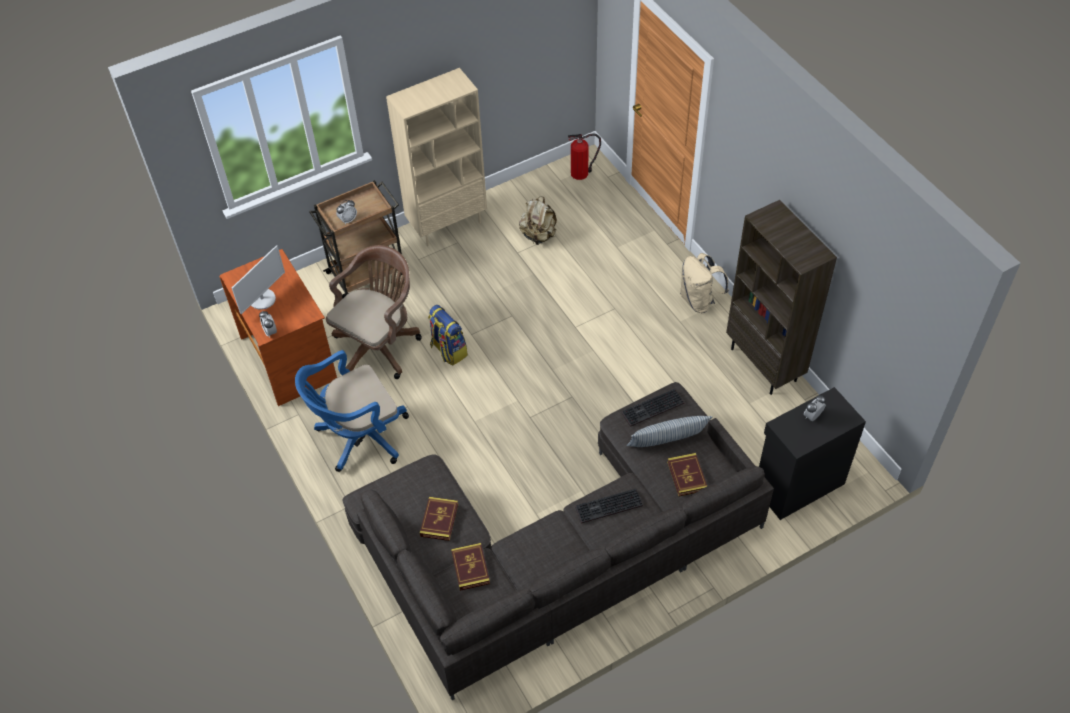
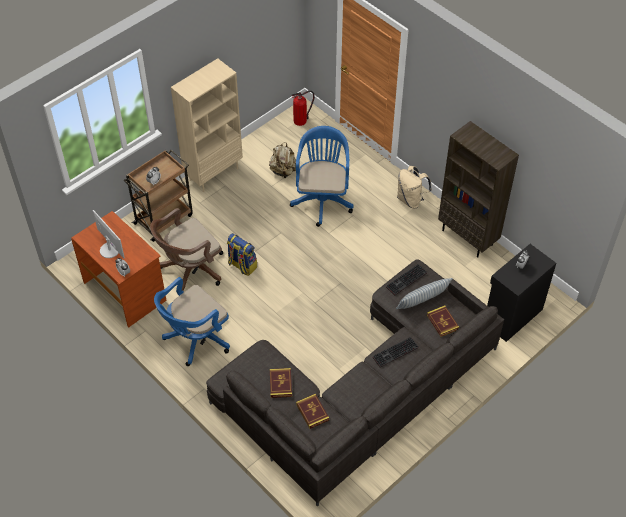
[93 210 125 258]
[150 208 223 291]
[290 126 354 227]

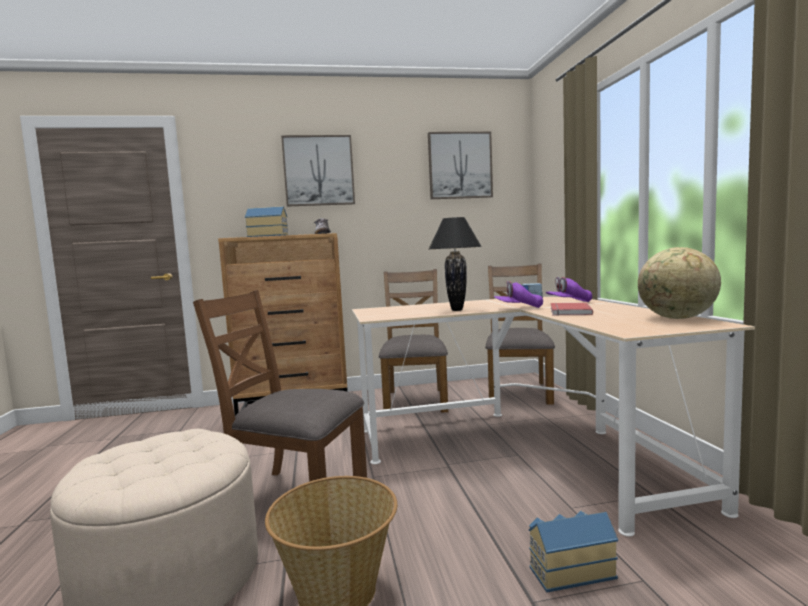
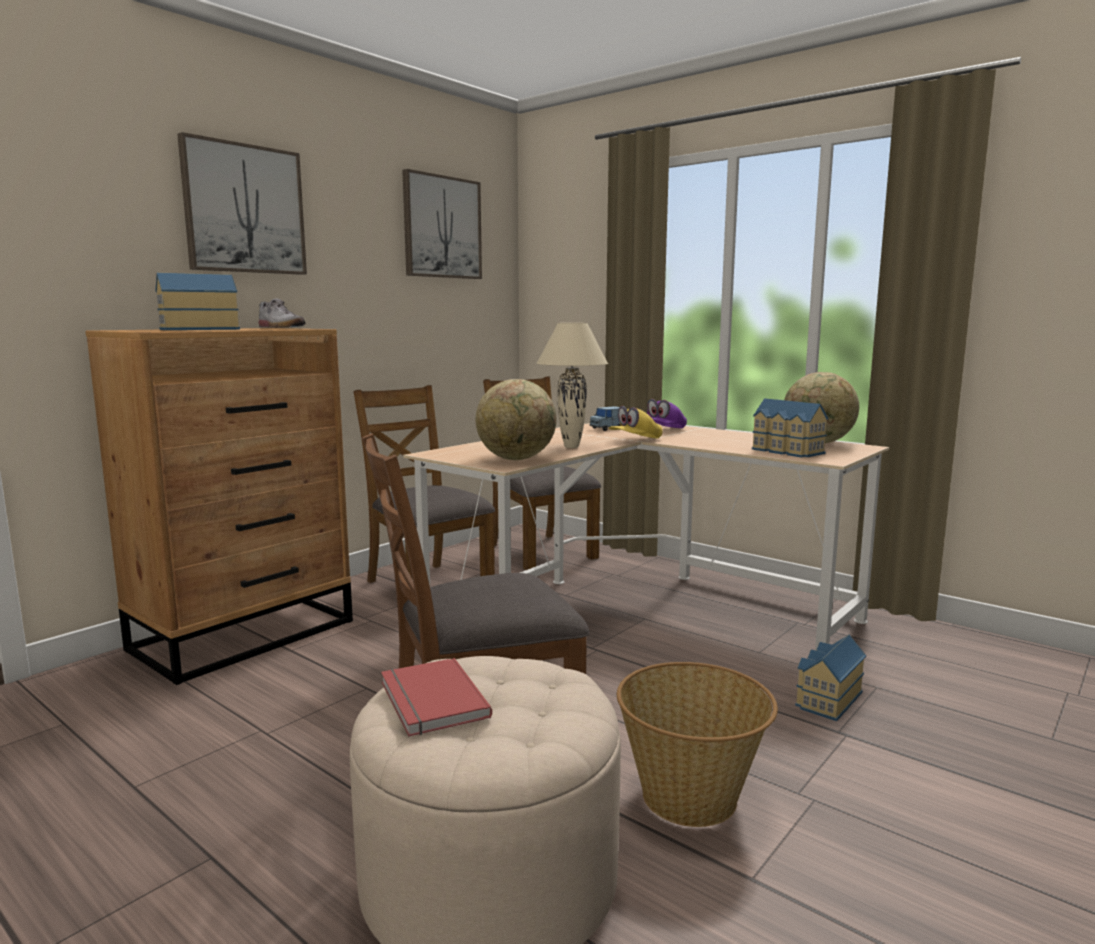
[537 323 608 448]
[609 406 663 439]
[381 658 492 736]
[476 379 556 460]
[752 398 828 458]

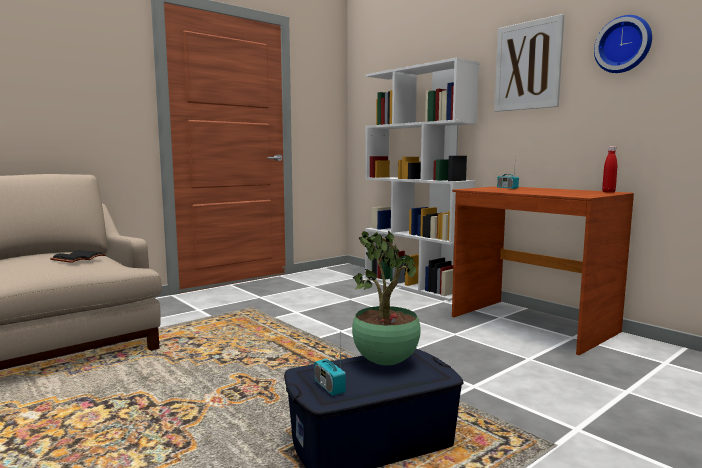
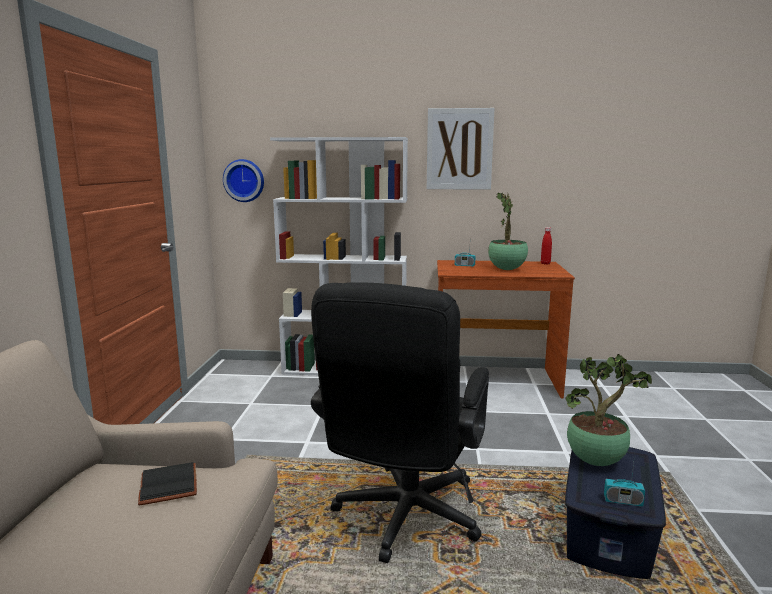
[223 159 264 202]
[488 192 528 270]
[311 282 489 563]

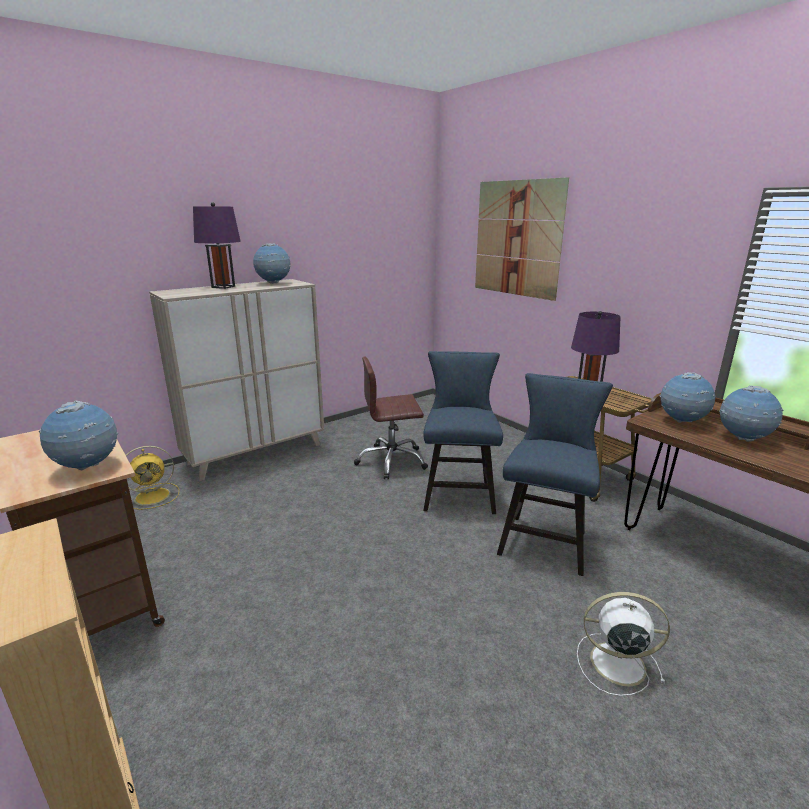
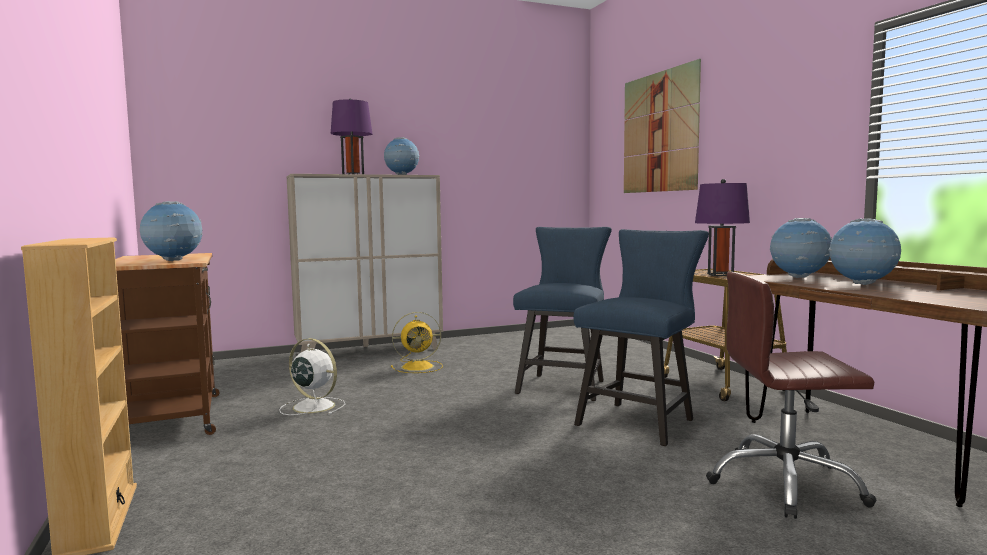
[706 272 876 519]
[391 312 443 373]
[279 338 345 415]

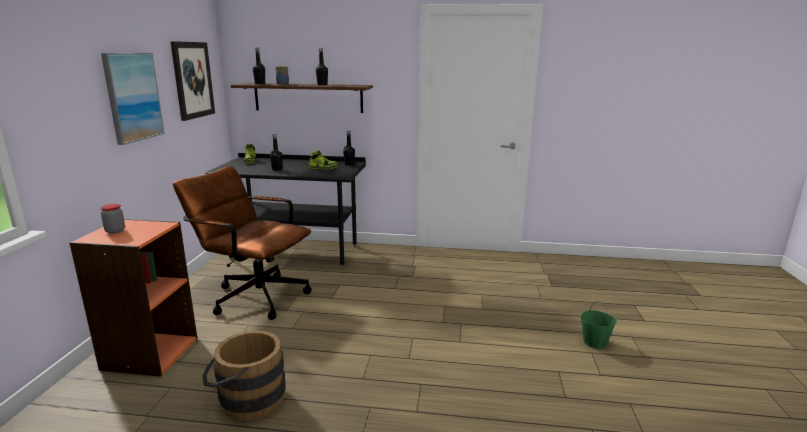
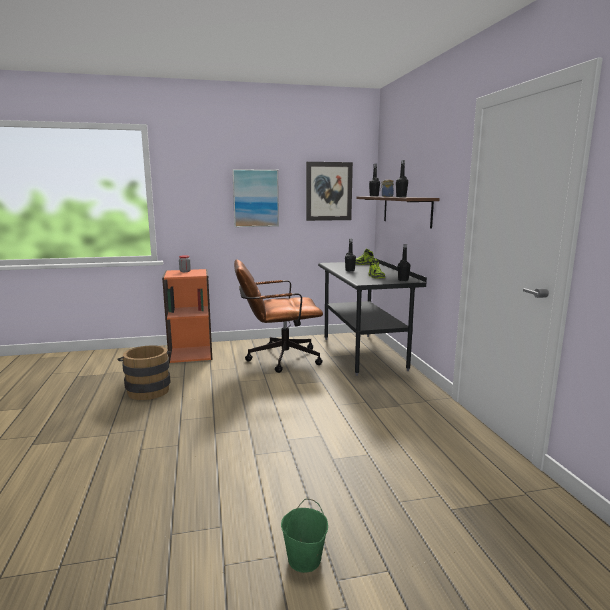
[234 259 323 373]

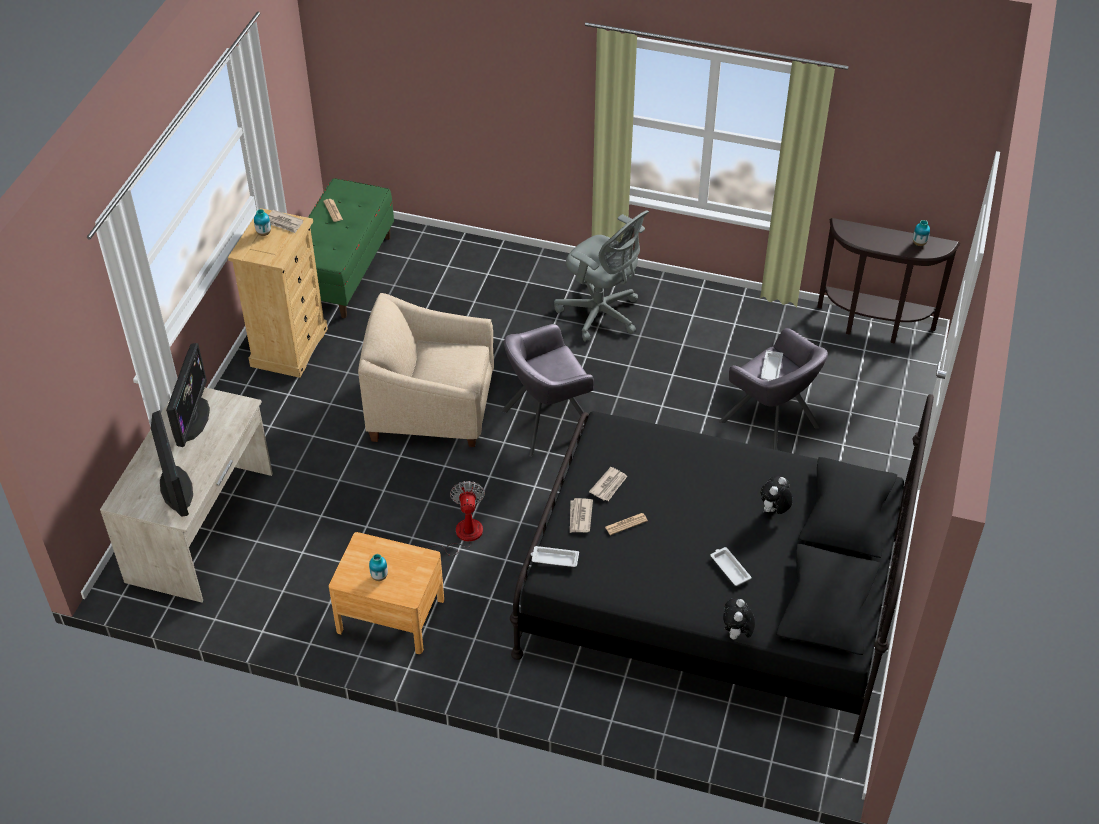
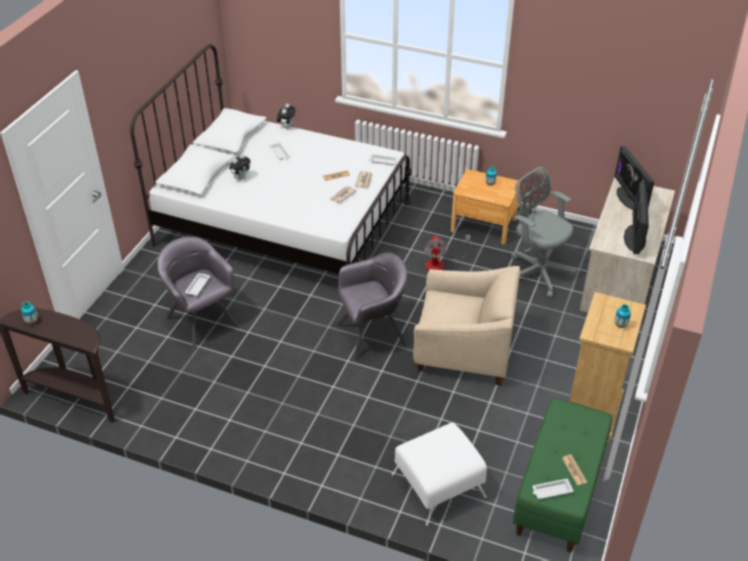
[268 210 303 233] (first image)
[511 167 576 298]
[130 44 412 274]
[392 423 487 526]
[532 478 574 499]

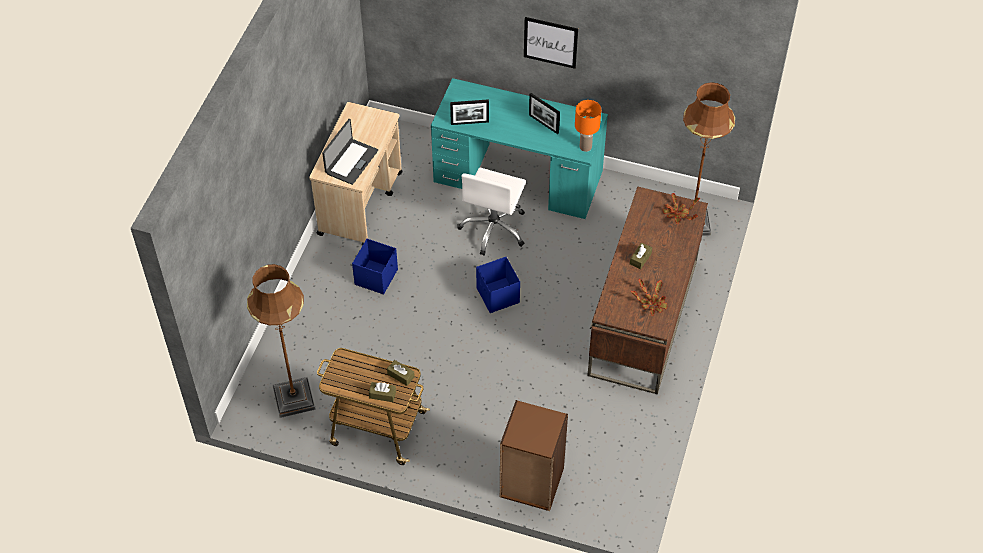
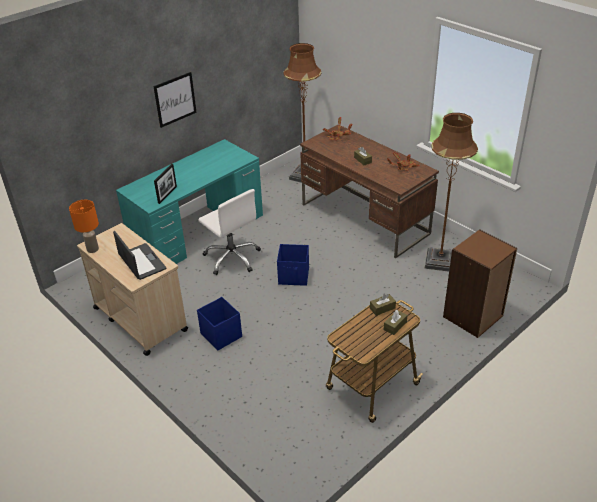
[529 93 560 134] (first image)
[69 200 99 253]
[425 113 478 272]

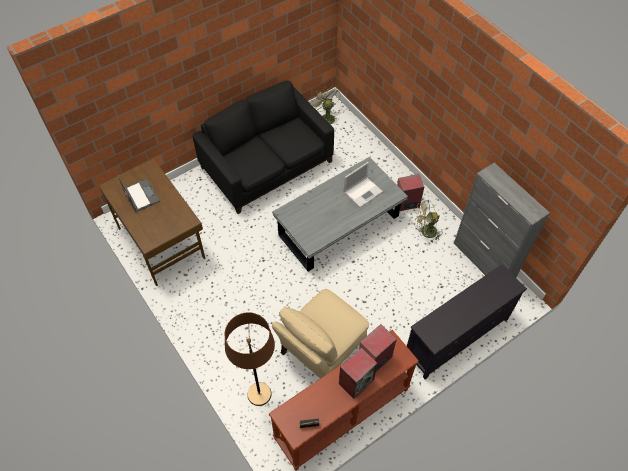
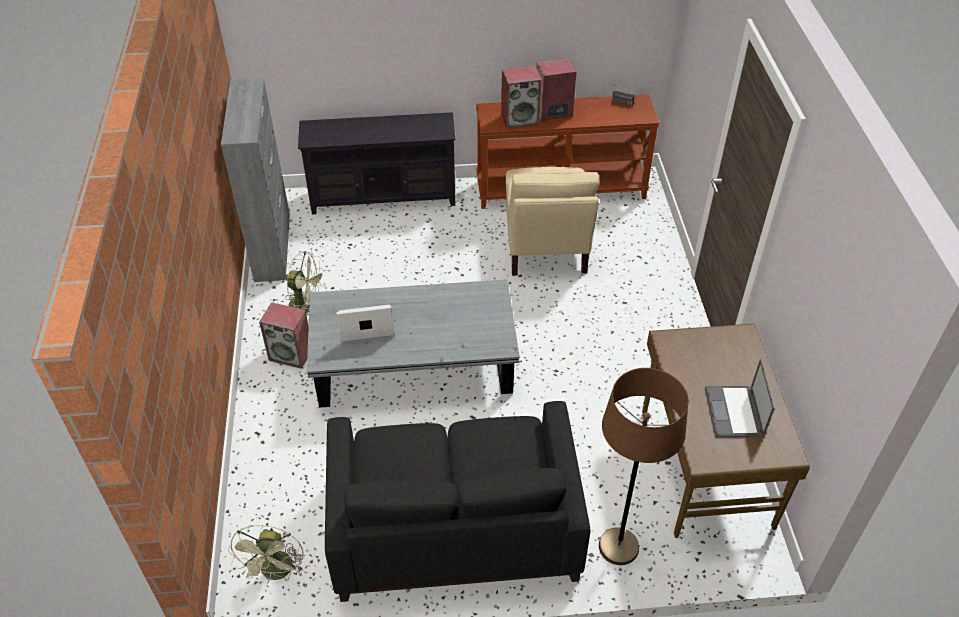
[506 167 599 276]
[599 368 689 565]

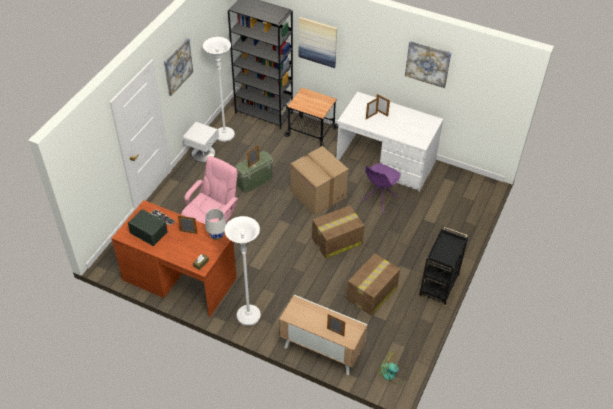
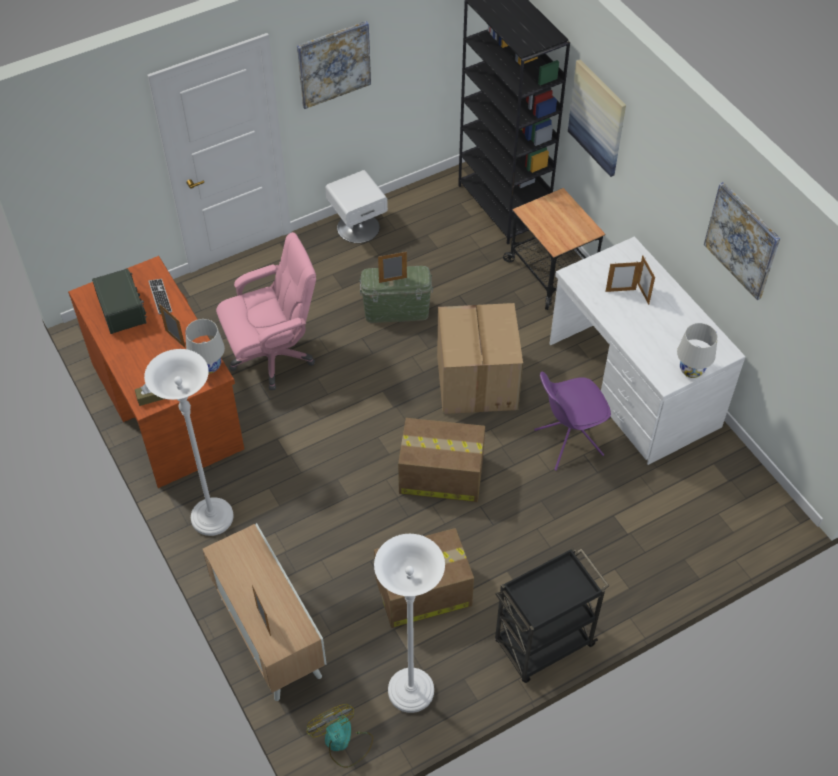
[374 534 445 713]
[677 323 718 378]

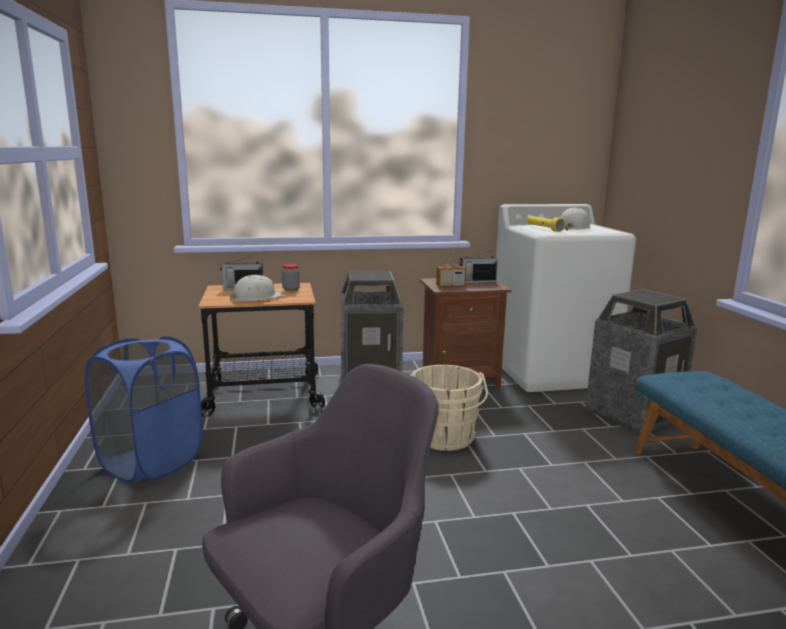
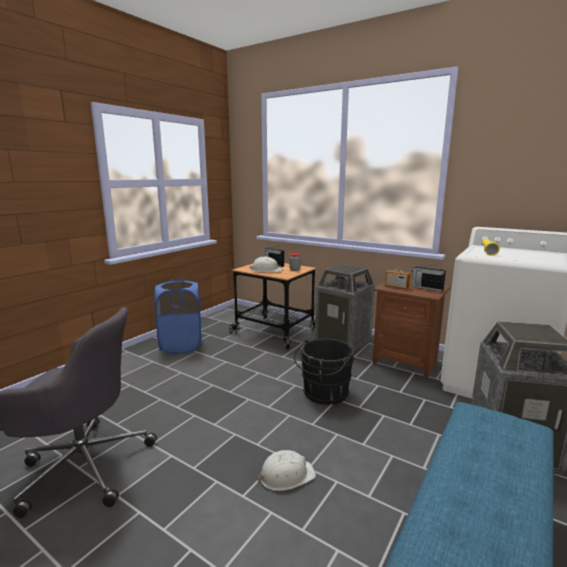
[257 450 316 491]
[294 338 355 405]

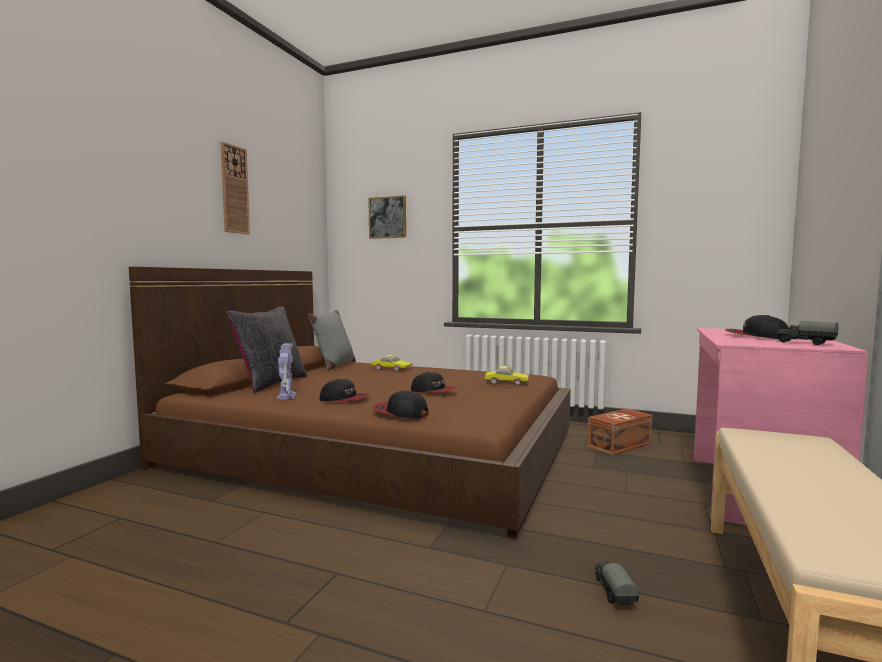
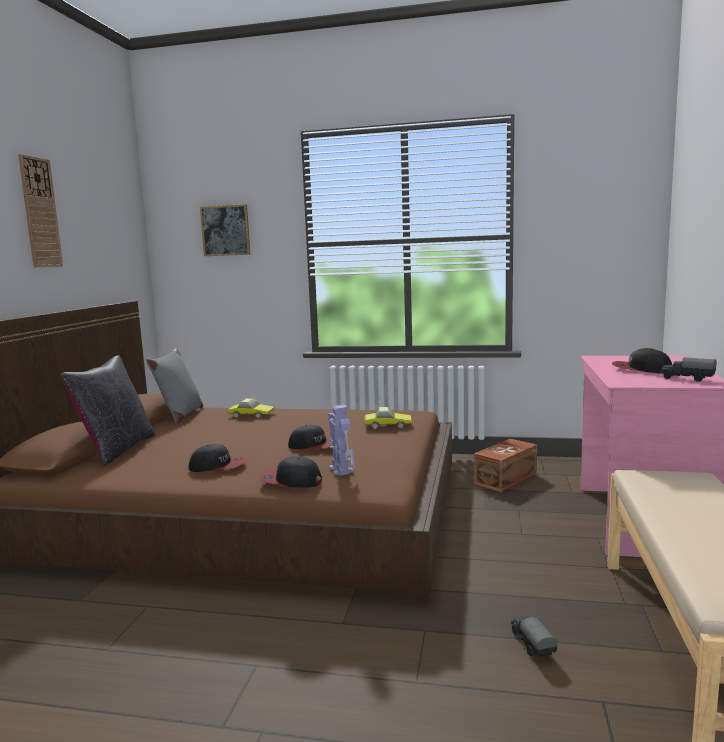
[328 405 355 475]

